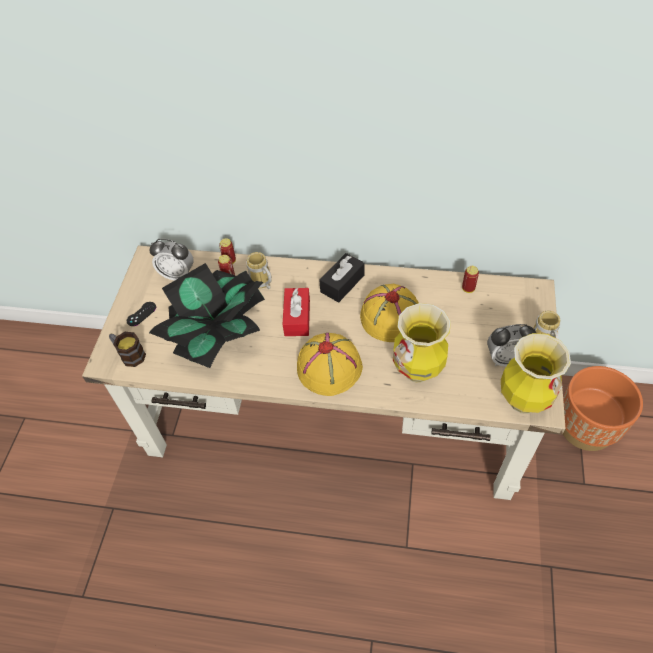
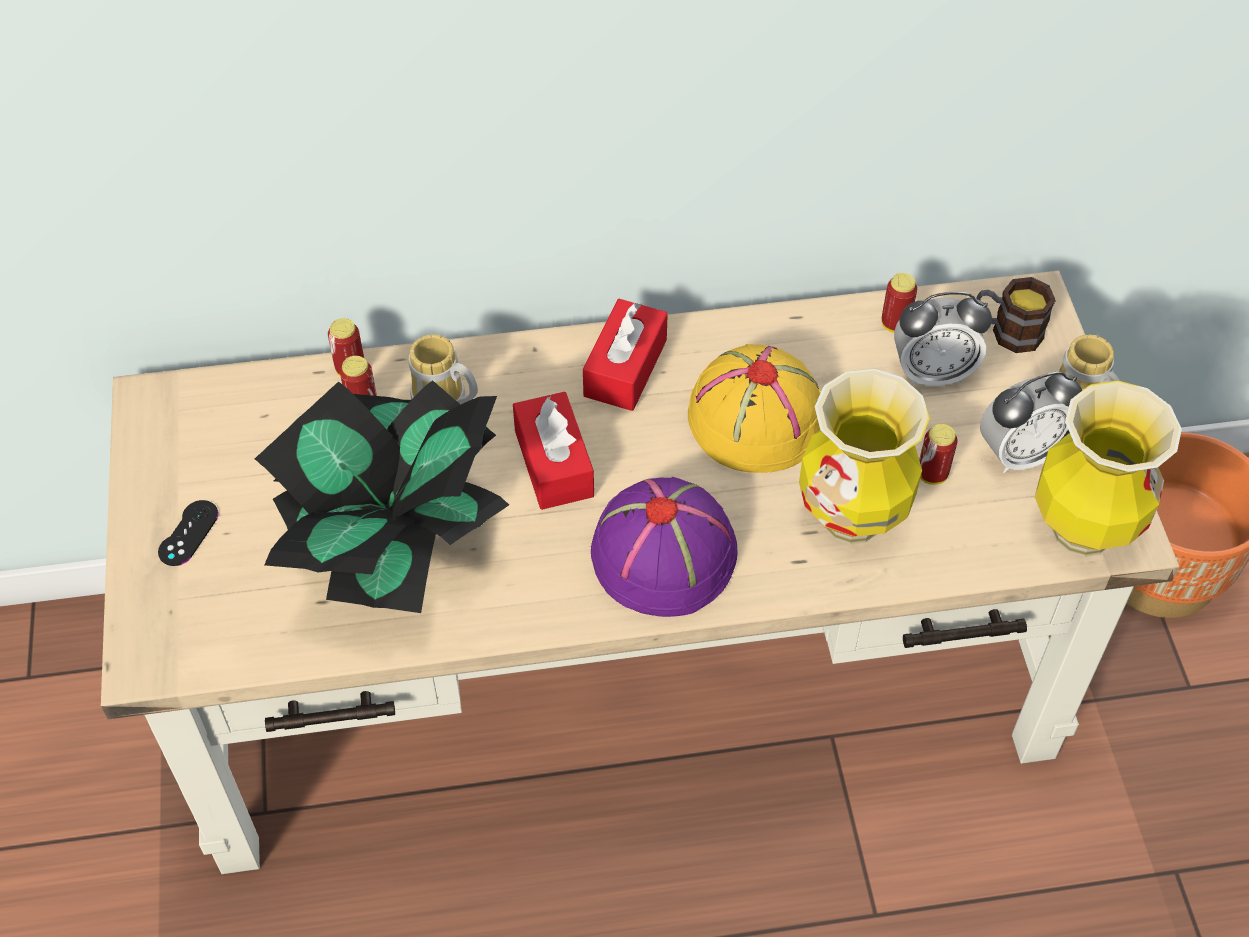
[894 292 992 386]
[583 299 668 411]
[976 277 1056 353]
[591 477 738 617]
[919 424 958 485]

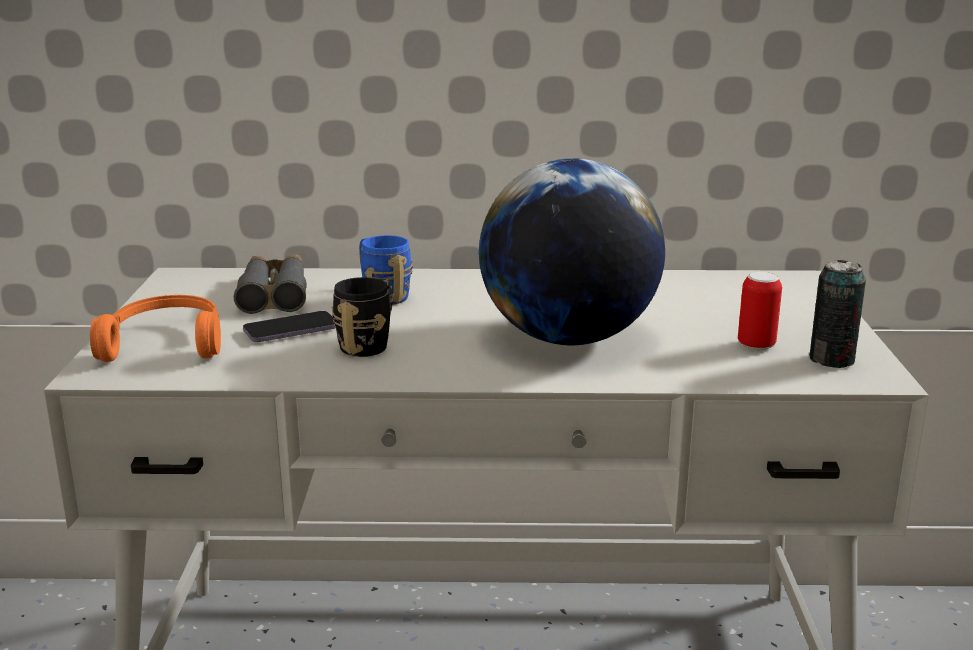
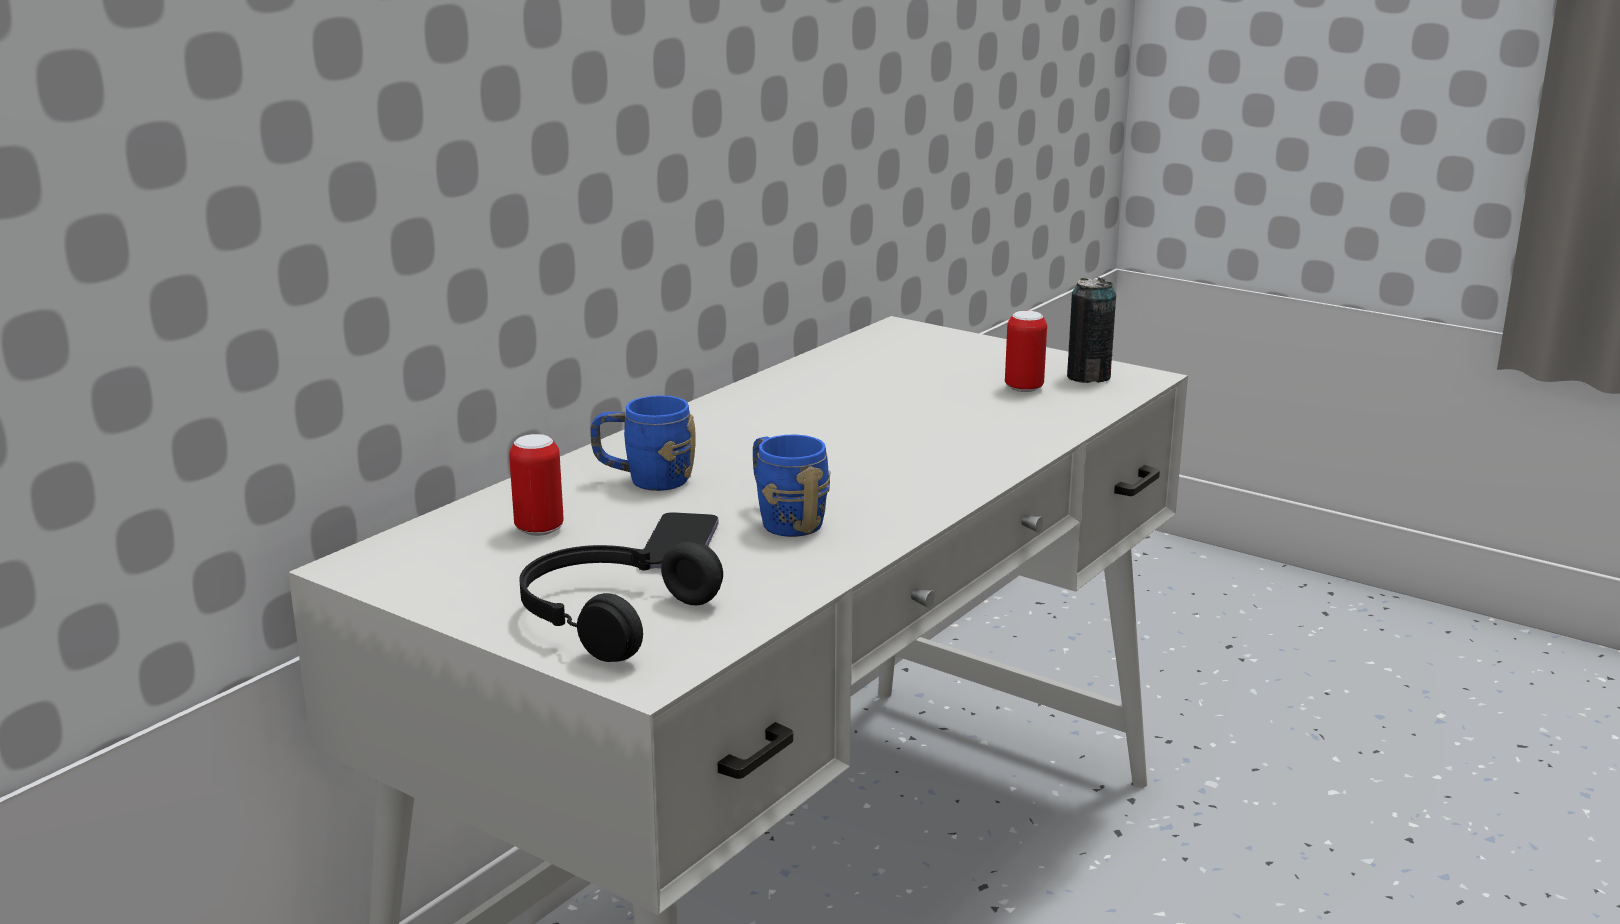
[479 158 665 345] (first image)
[509 434 564 536]
[753 435 831 537]
[519 541 723 662]

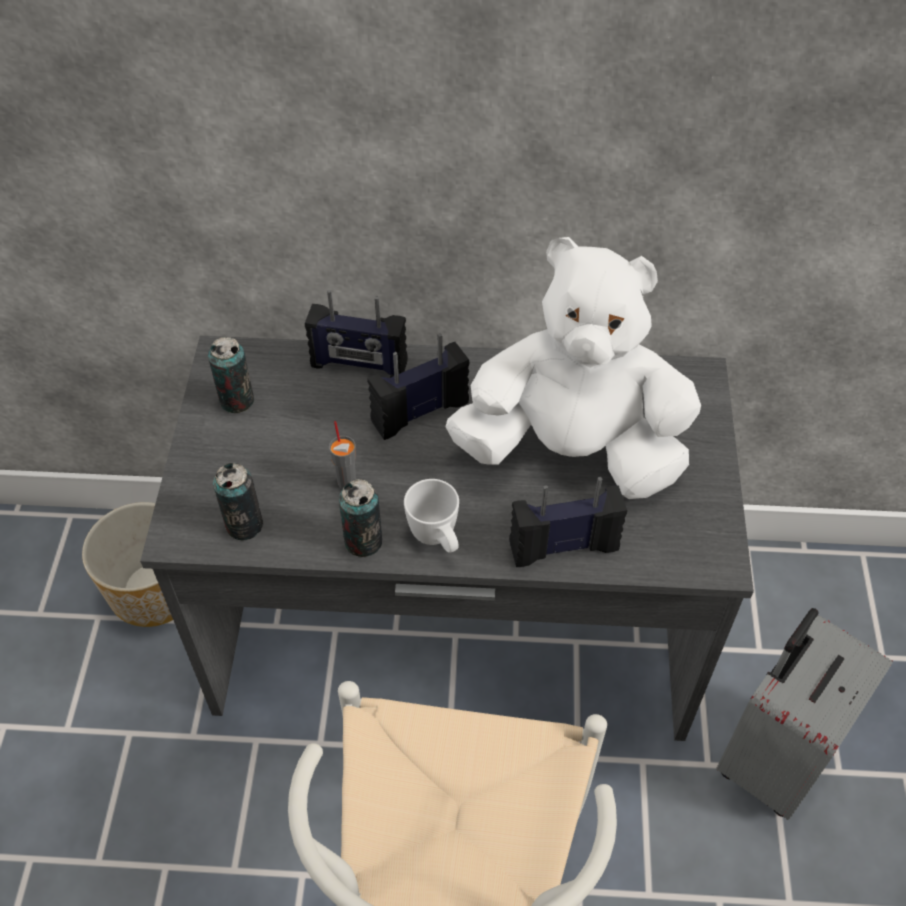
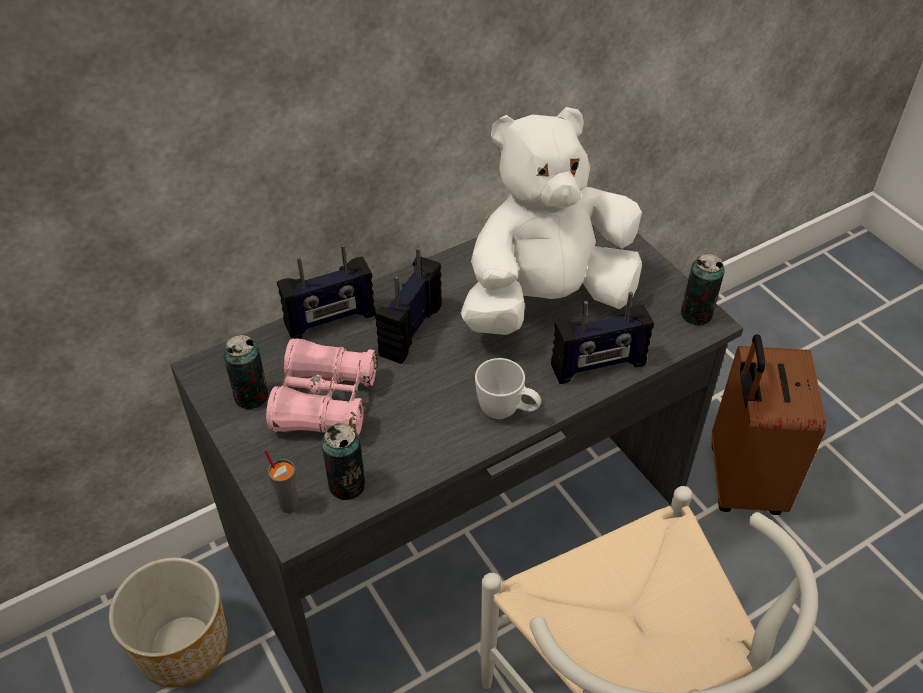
[264 450 299 513]
[551 292 654 384]
[681 254 725 325]
[712 334 826 515]
[266 338 377 435]

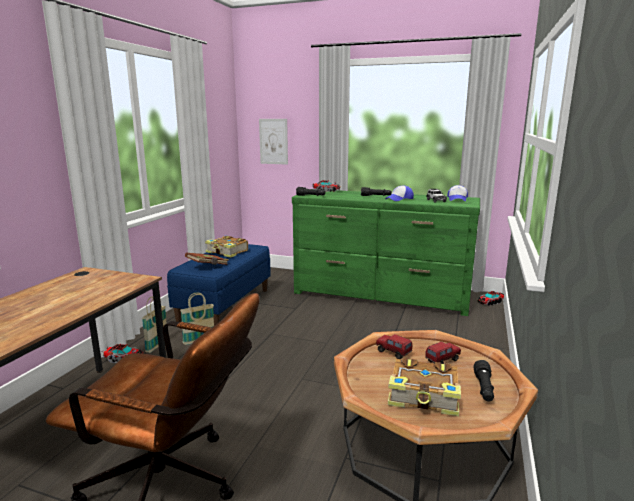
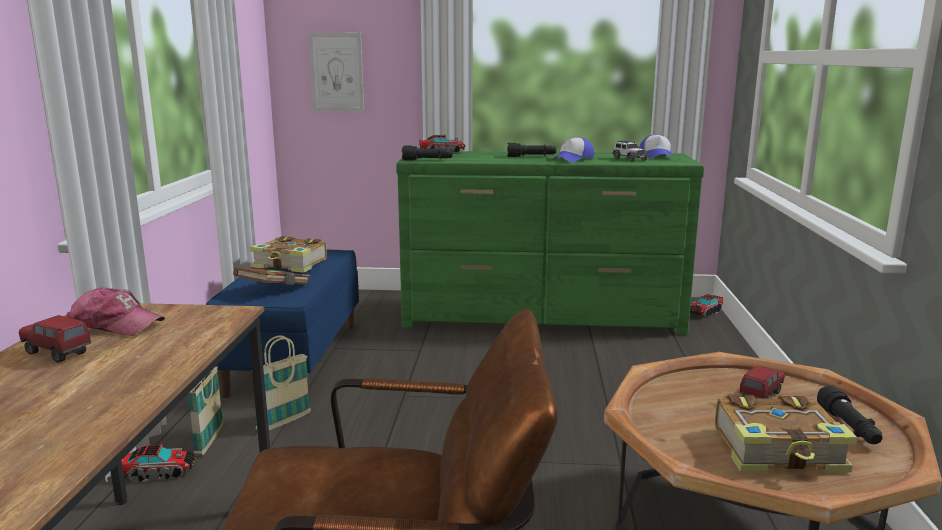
[18 315 91 363]
[66 287 165 336]

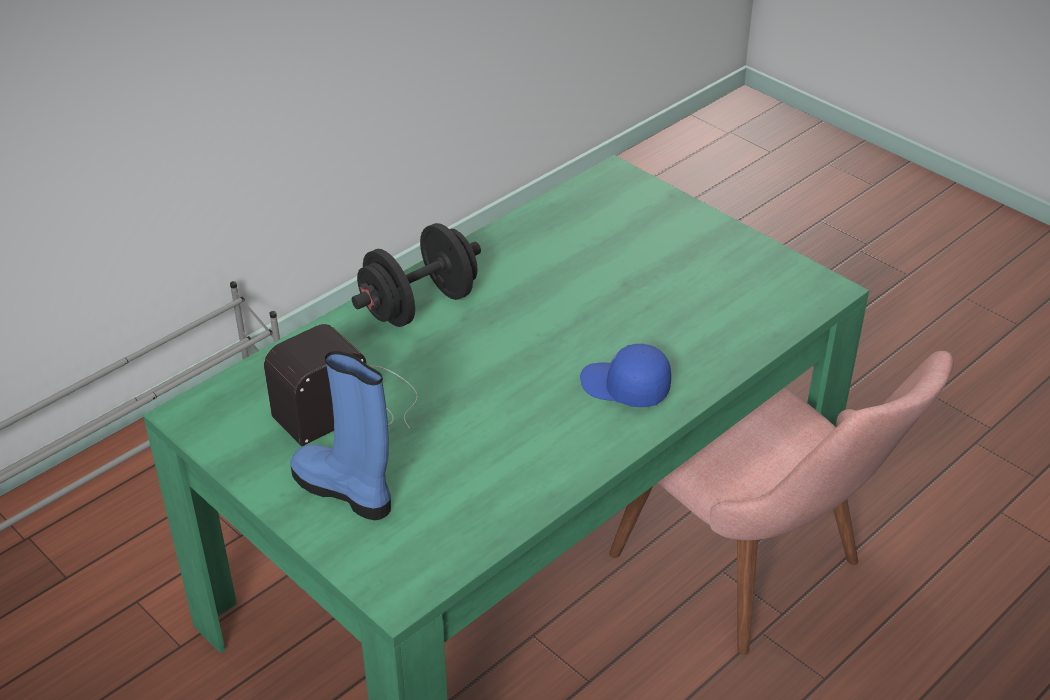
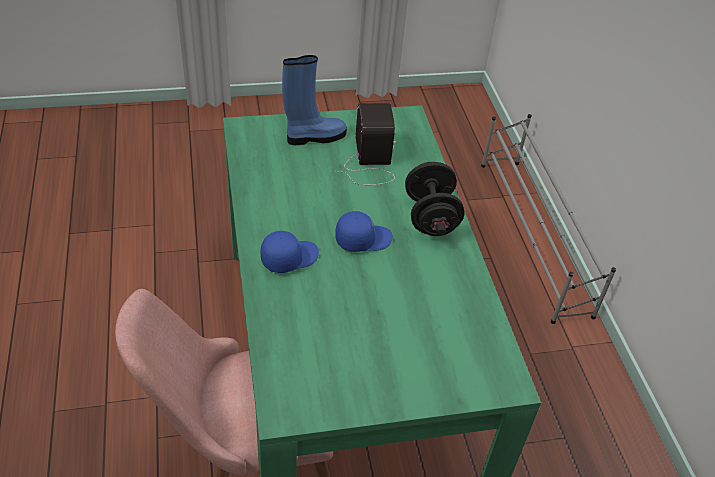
[335 211 393 252]

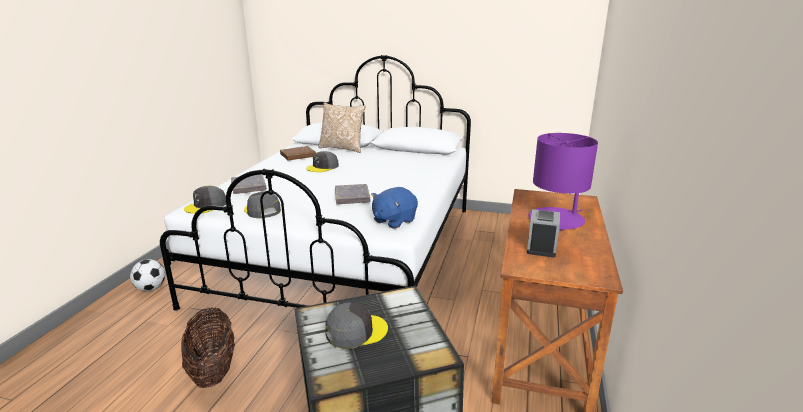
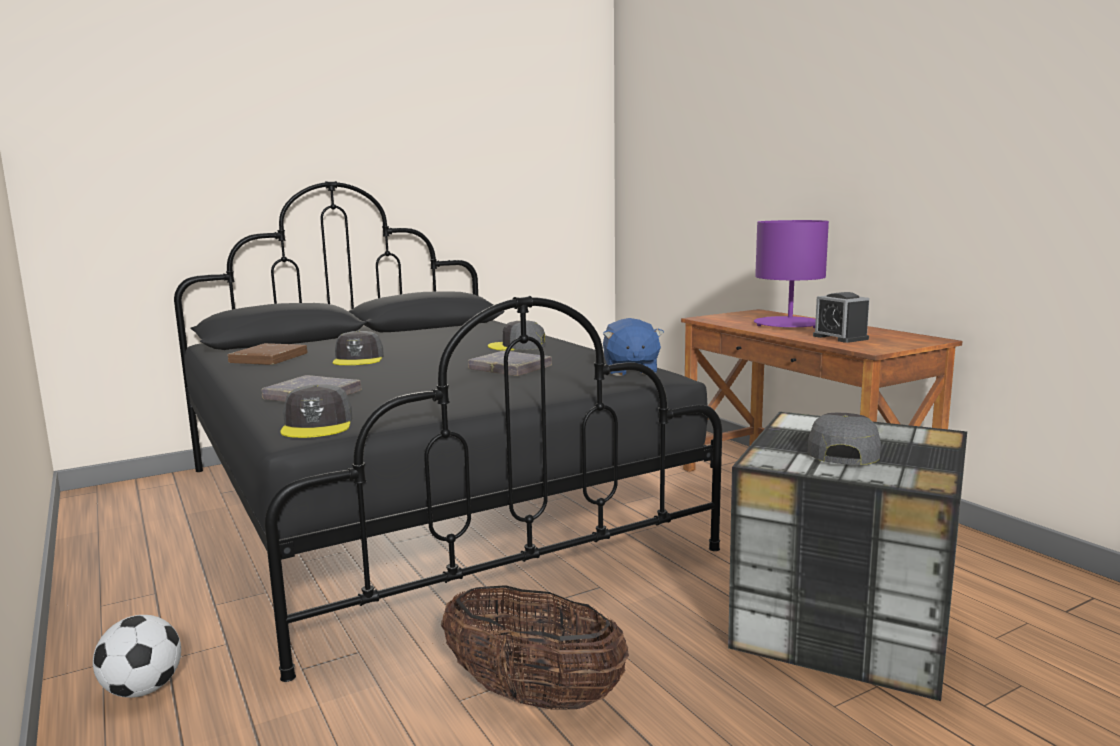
[174 181 722 682]
[318 102 366 153] (first image)
[488 320 546 351]

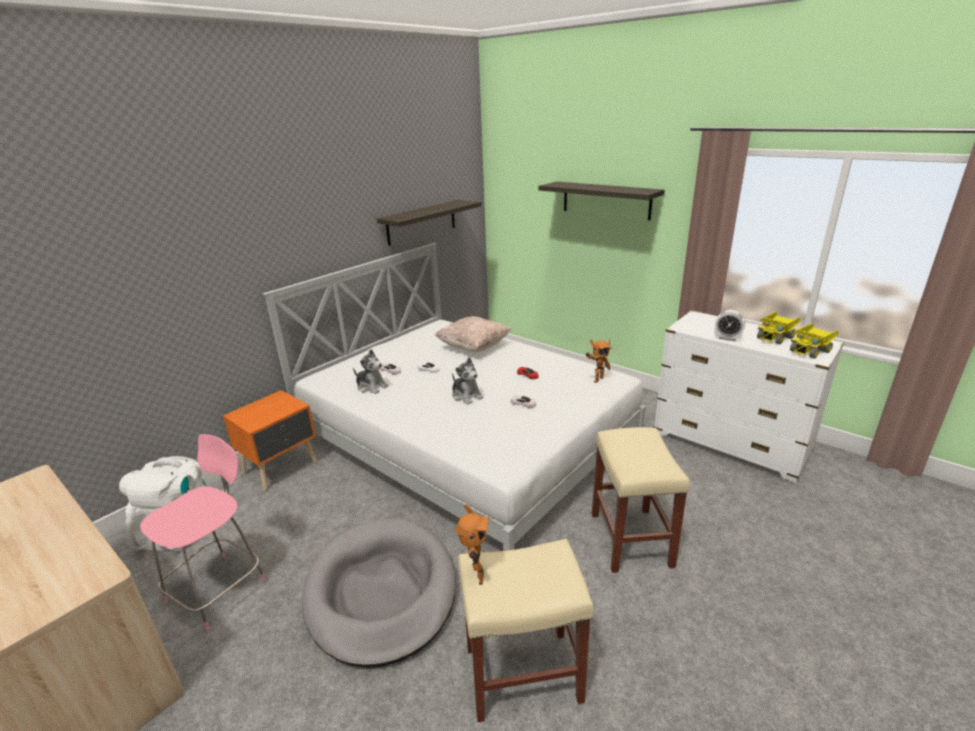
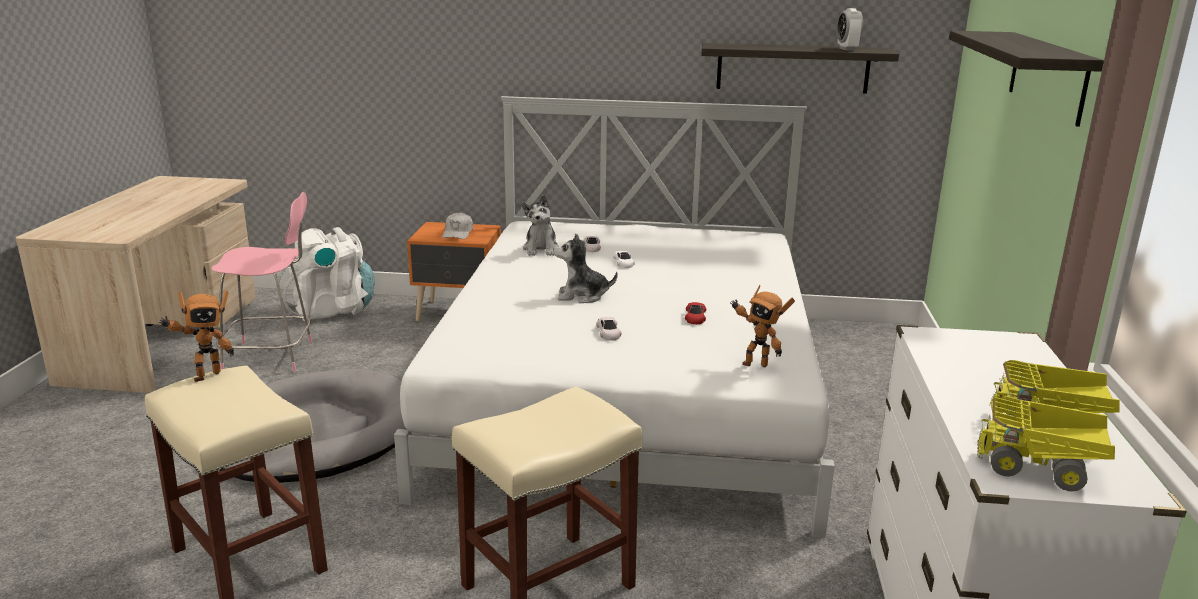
[837 8 863 51]
[435 316 511 352] (first image)
[553 234 618 303]
[442 212 473 239]

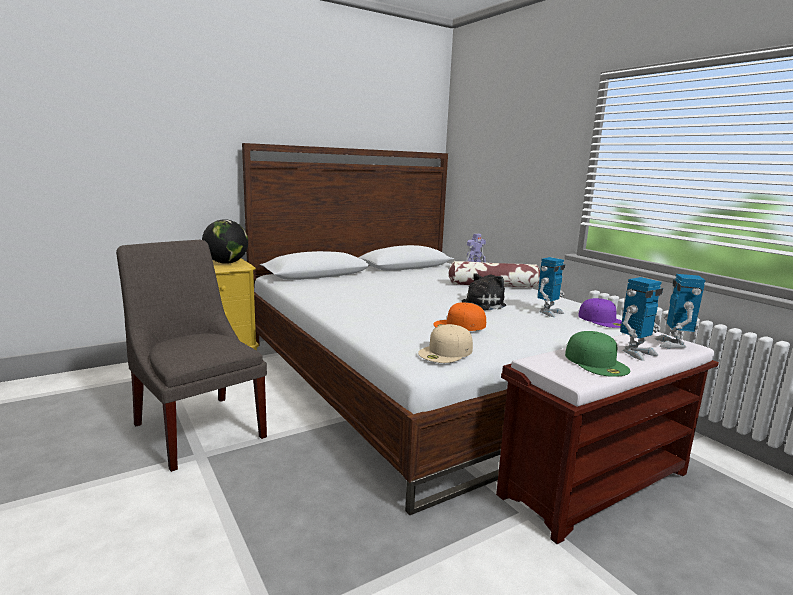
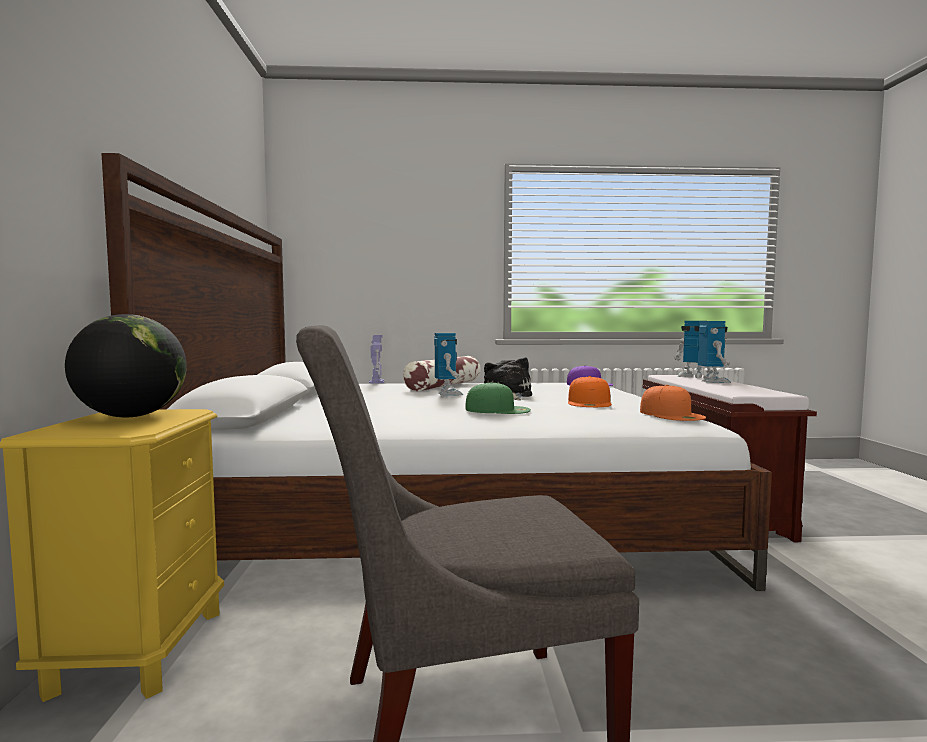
[434 333 463 395]
[640 385 706 421]
[466 382 531 414]

